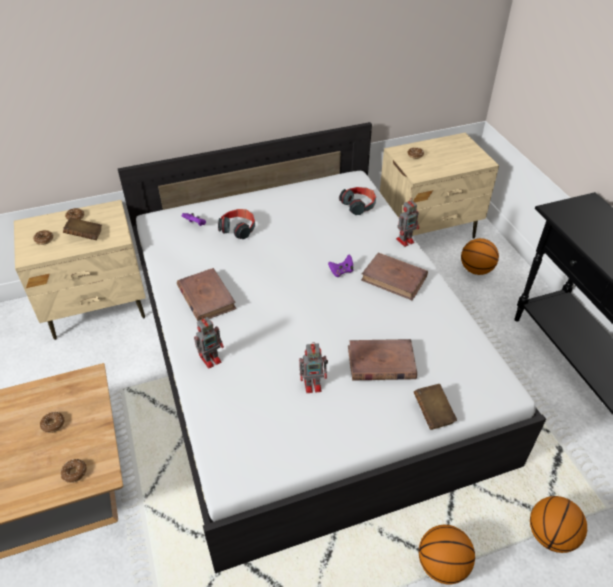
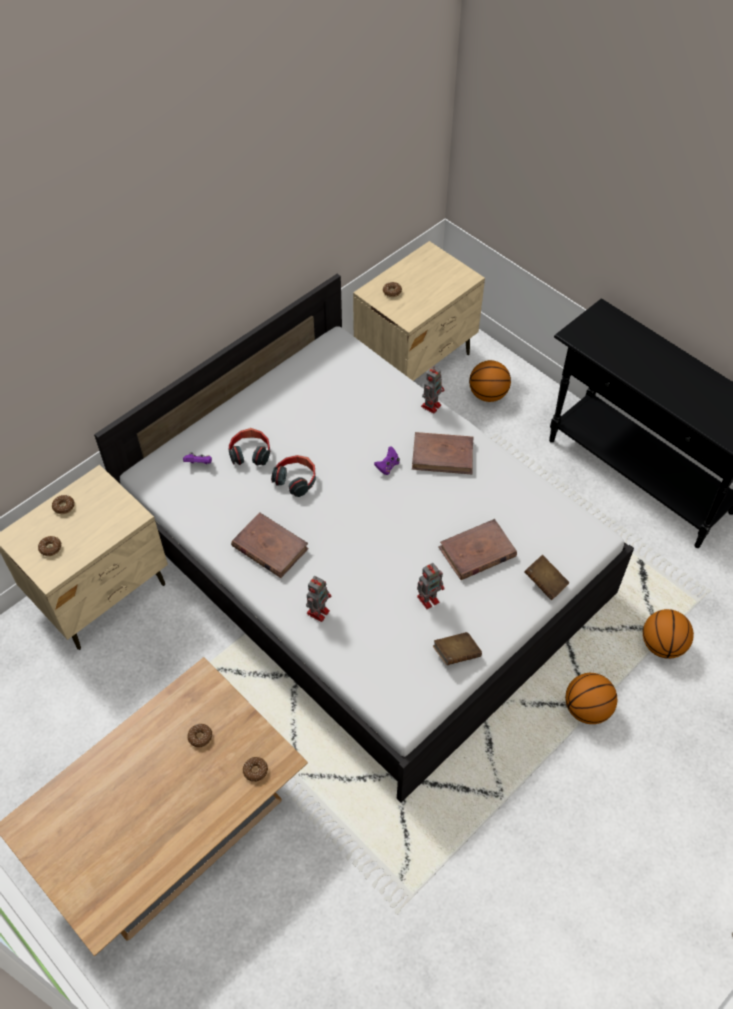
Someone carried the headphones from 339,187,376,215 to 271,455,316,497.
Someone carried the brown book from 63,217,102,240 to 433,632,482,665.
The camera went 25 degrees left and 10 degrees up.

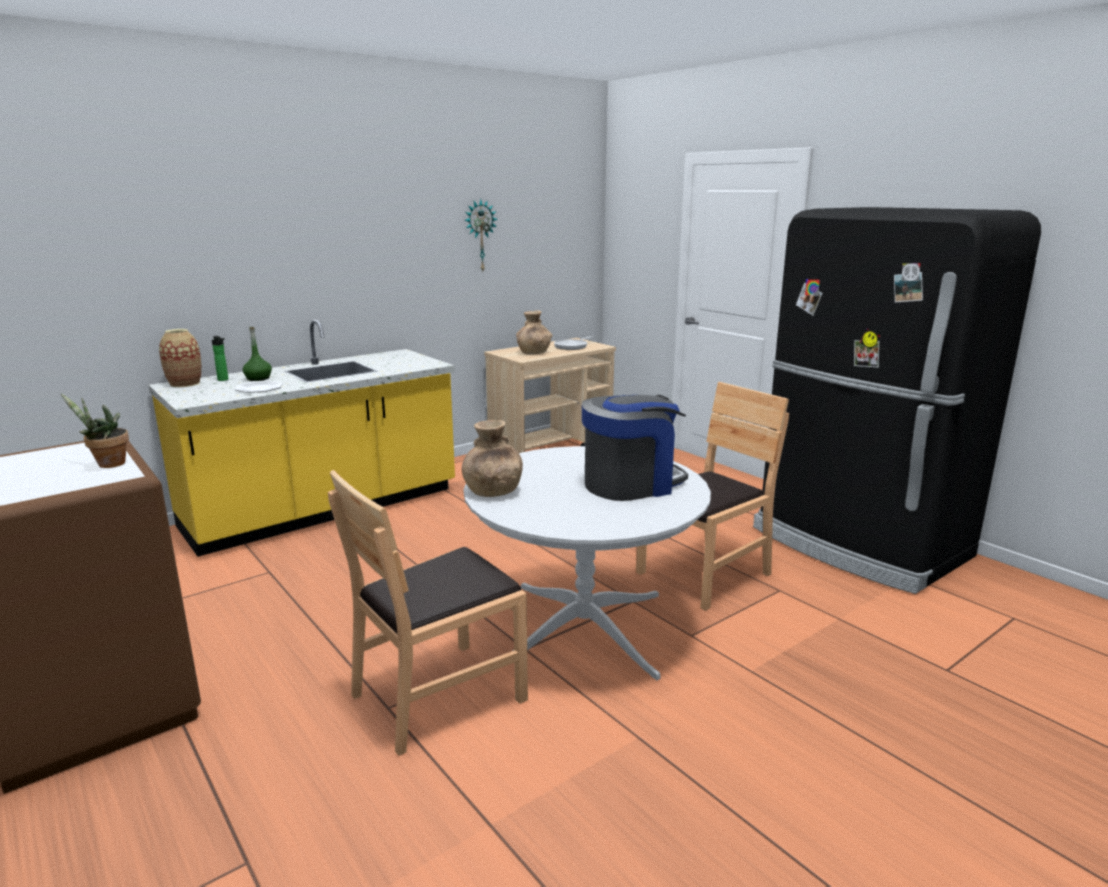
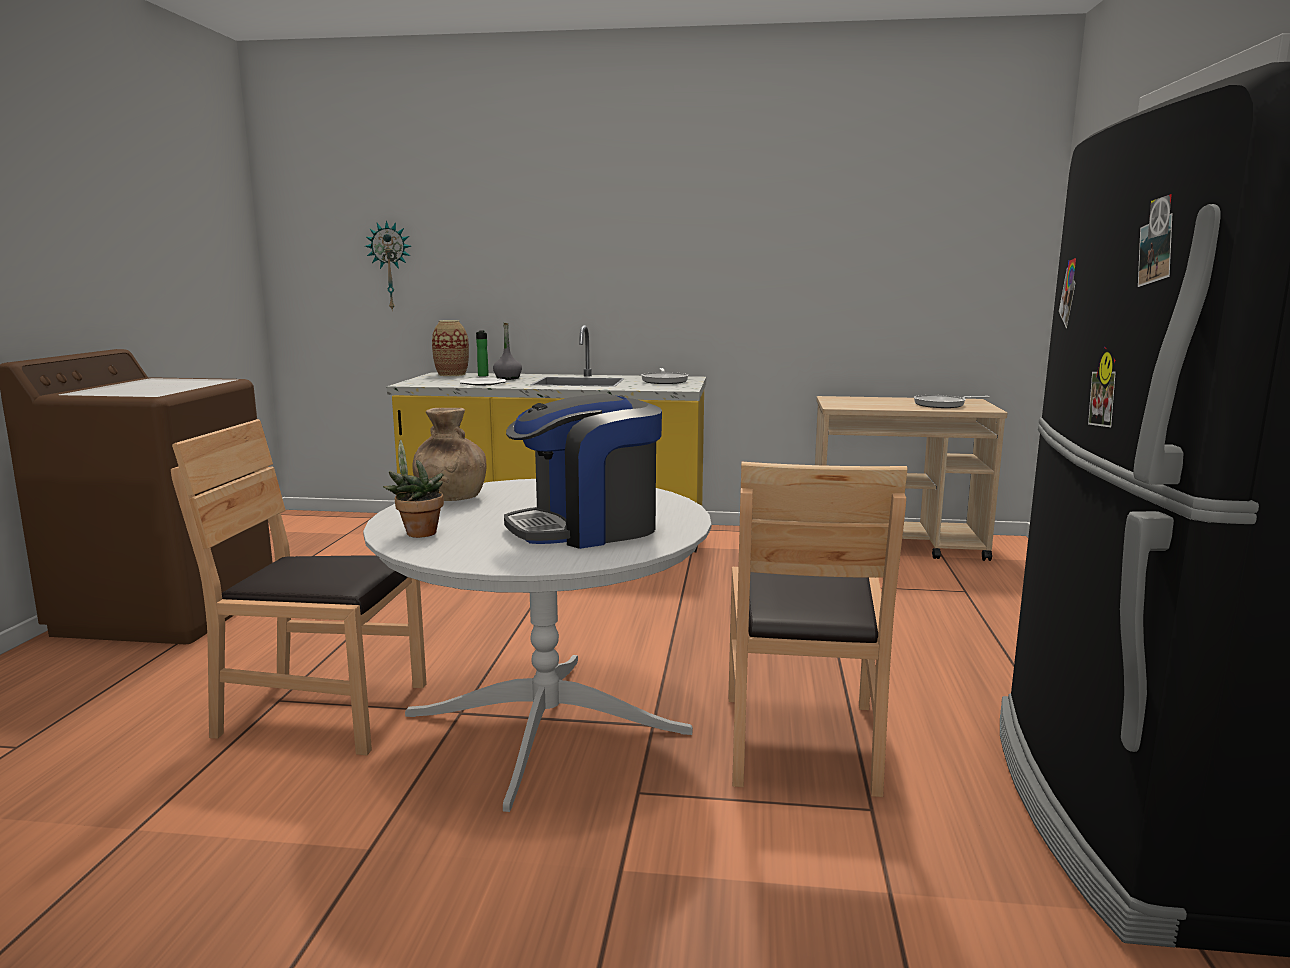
Someone carried the wall clock from 464,199,498,271 to 365,220,411,312.
Someone carried the potted plant from 61,394,129,468 to 383,440,444,538.
Someone repainted the green bottle at 242,327,272,381, which became the grey bottle at 493,323,522,380.
Someone rotated the coffee machine at 582,395,688,501 by 135 degrees clockwise.
Someone put down the frying pan at 641,368,688,384.
Someone rotated the brown chair at 636,382,789,611 by 90 degrees clockwise.
Someone took away the brown vase at 516,311,552,355.
The camera went 45 degrees right and 5 degrees down.

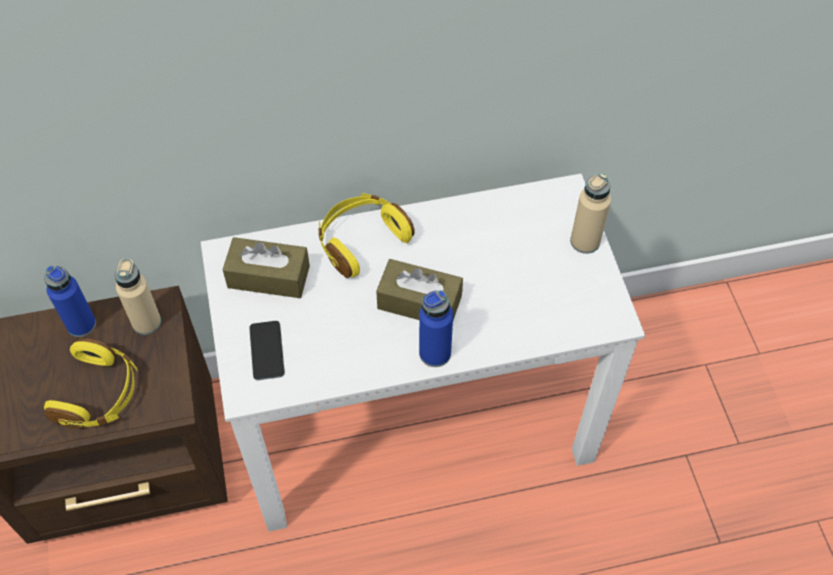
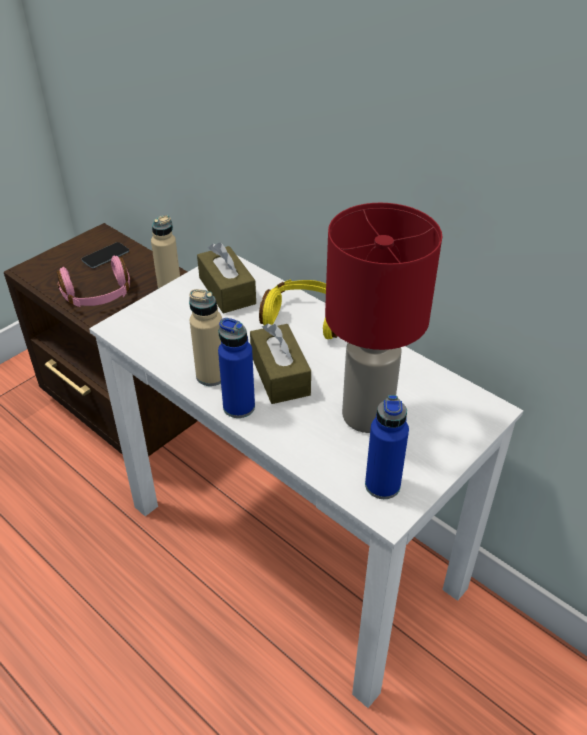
Someone repainted the yellow headphones at 44,338,138,429, which became the pink headphones at 57,256,130,307.
Someone carried the phone from 249,321,285,380 to 82,242,129,268.
Someone carried the beige bottle from 570,173,611,254 to 189,289,222,386.
Someone put down the red table lamp at 325,203,442,433.
Someone carried the blue bottle from 44,265,96,337 to 365,395,409,499.
The camera went 55 degrees right and 15 degrees down.

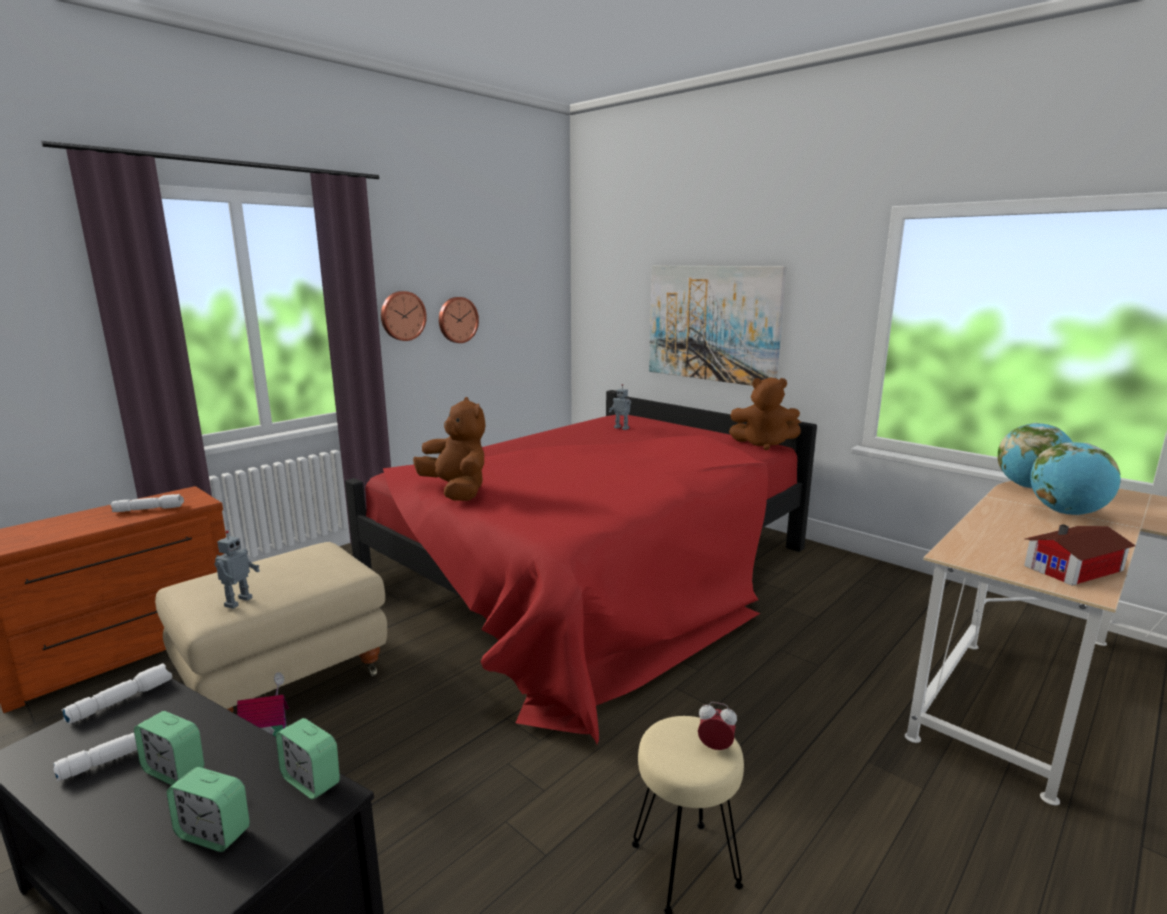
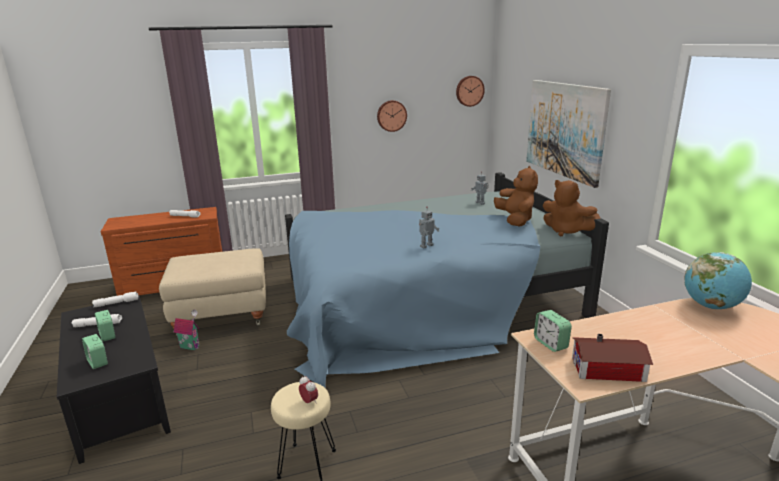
Someone repainted the red bed at 345,390,817,744, which became the blue bed at 285,172,609,388.
Someone carried the toy robot from 214,530,260,609 to 419,207,440,248.
Someone carried the wall clock from 381,291,427,341 to 456,76,485,107.
Someone carried the brown plush toy from 413,397,486,501 to 494,166,538,226.
Someone carried the alarm clock from 276,718,340,800 to 534,310,572,352.
Someone took away the globe at 1030,442,1120,515.
The camera went 30 degrees right and 5 degrees up.

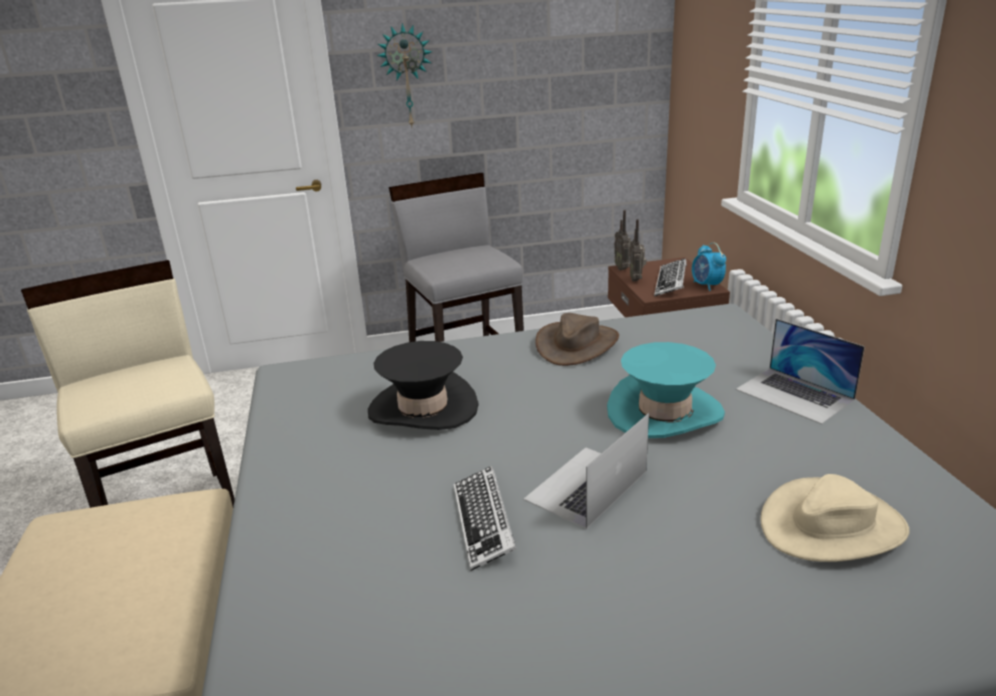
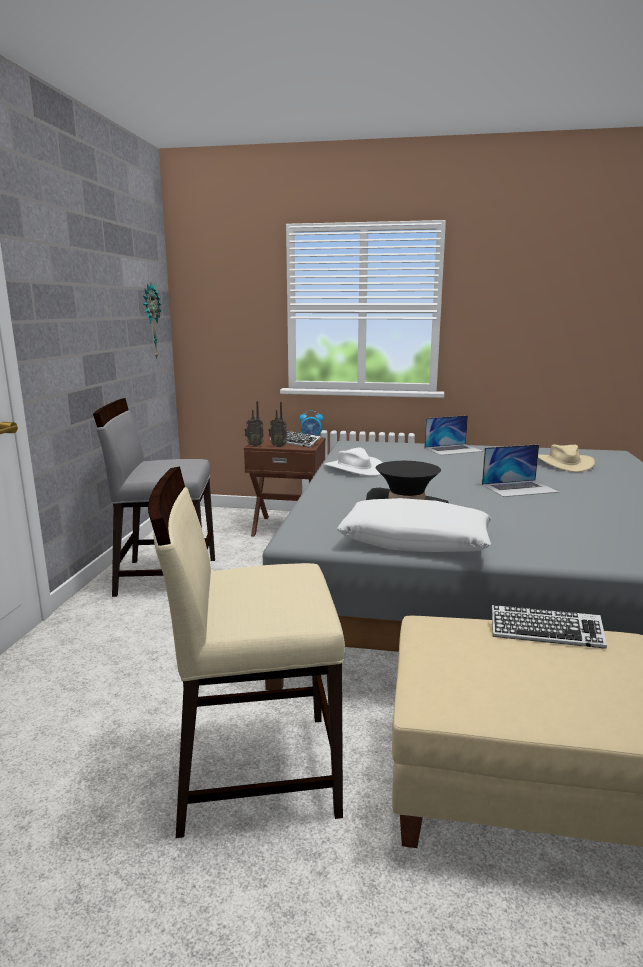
Someone carried the wall clock from 377,23,432,127 to 143,283,161,358.
Someone repainted the brown hat at 535,313,619,366, which became the white hat at 324,448,383,476.
Someone put down the white pillow at 337,498,491,552.
Someone rotated the laptop at 523,413,649,529 by 75 degrees counterclockwise.
Someone carried the keyboard from 454,466,516,571 to 492,605,607,649.
Someone took away the turquoise hat at 607,342,725,438.
The camera went 70 degrees left and 10 degrees down.

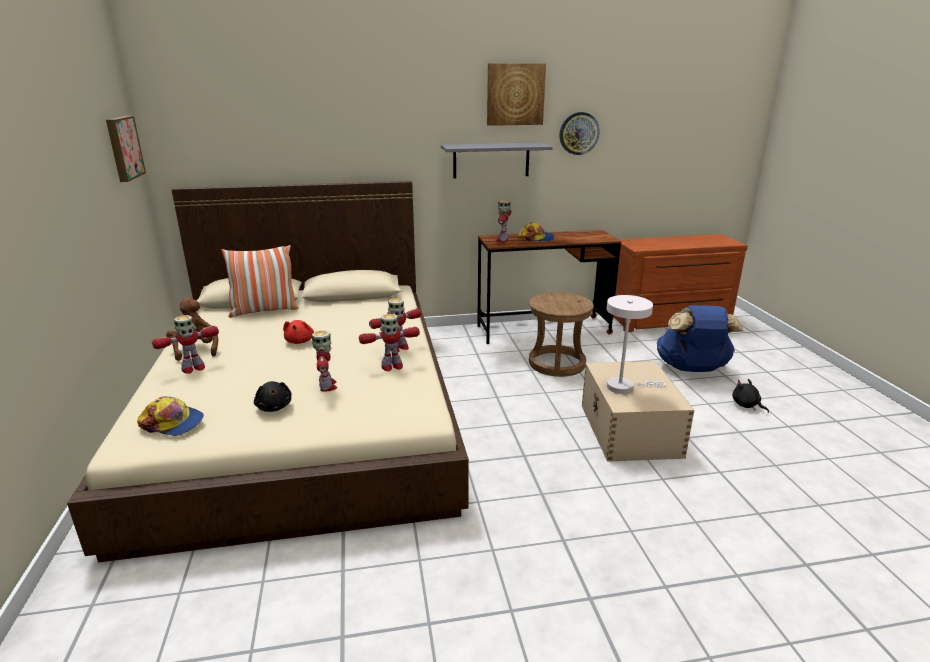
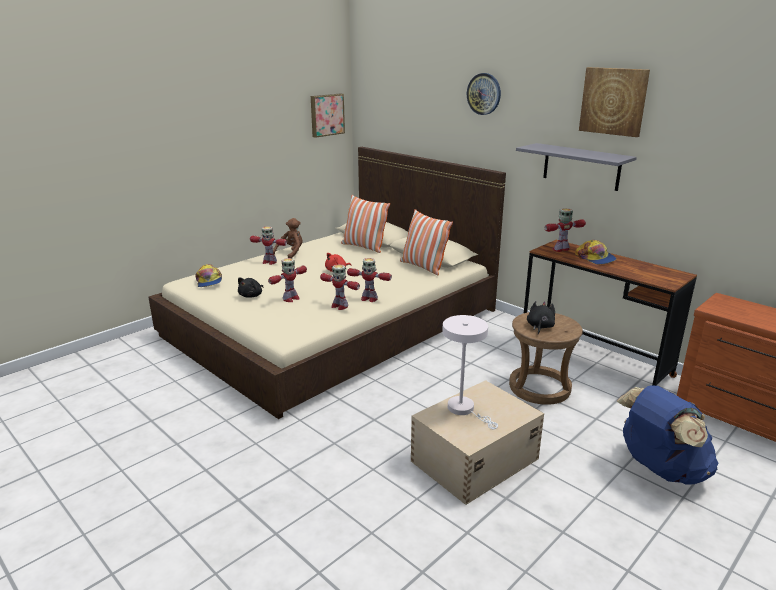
Someone put down the pillow at 400,209,453,275.
Someone carried the wall clock from 559,112,599,155 to 467,73,501,115.
Someone carried the black plush toy from 732,379,769,413 to 527,301,555,334.
The camera went 55 degrees right and 0 degrees up.

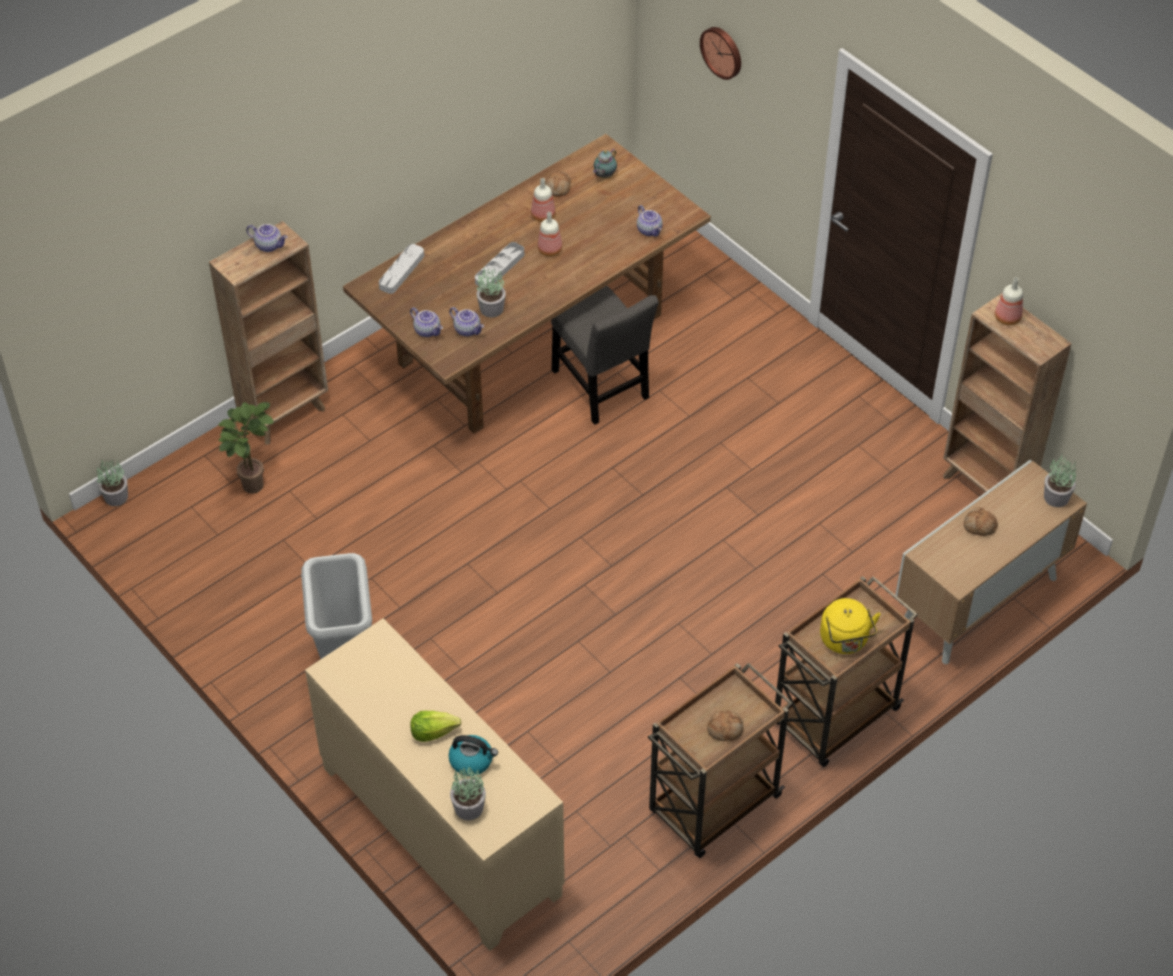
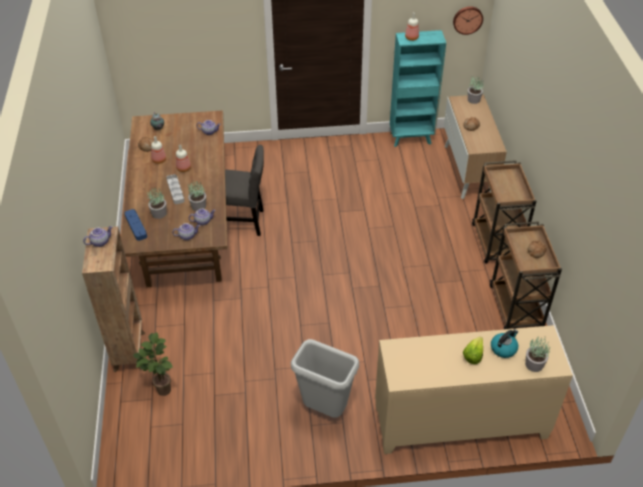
Someone repainted the grey tray at 379,244,424,294, which became the blue tray at 125,209,147,241.
Someone carried the potted plant from 97,460,128,506 to 147,187,167,219.
Someone repainted the brown bookcase at 943,293,1072,492, which became the turquoise bookcase at 390,30,446,147.
Someone carried the wall clock from 700,27,741,80 to 453,6,483,35.
Someone took away the yellow kettle at 820,598,881,654.
The camera went 55 degrees left and 5 degrees down.

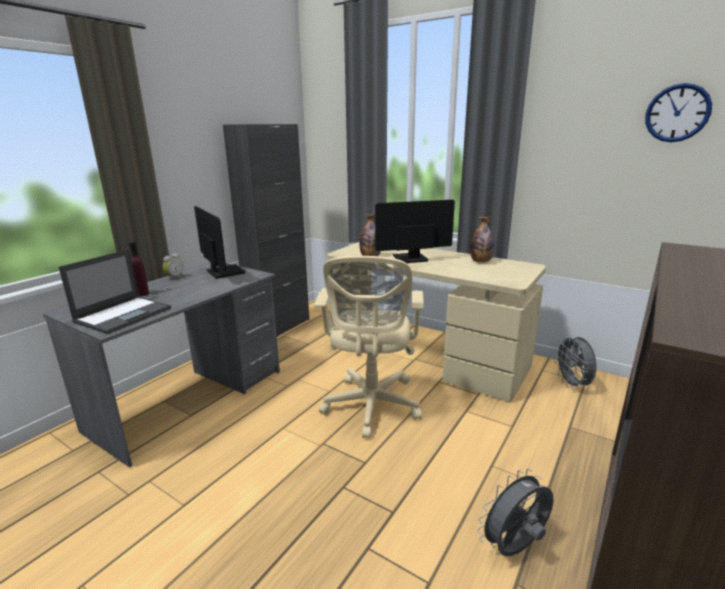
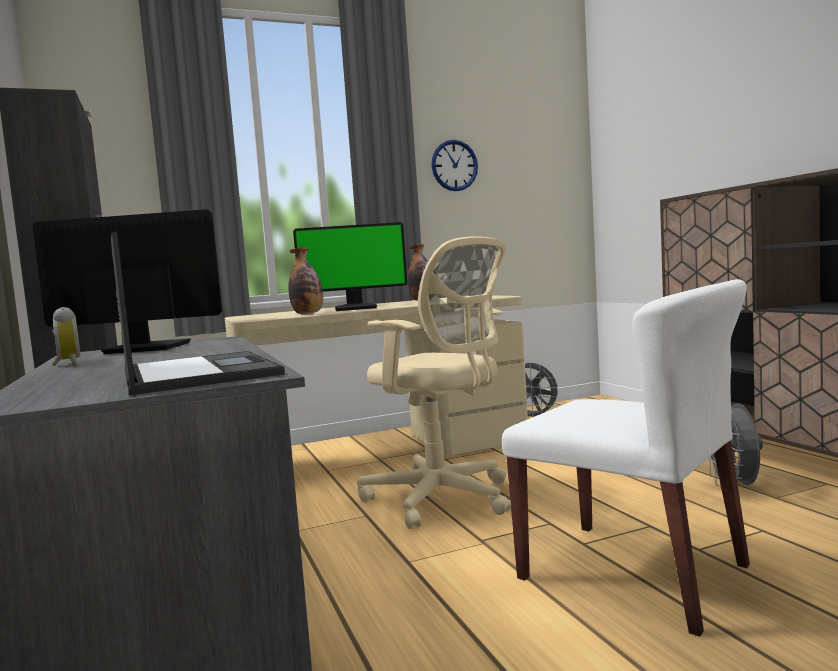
Someone rotated the monitor at 375,200,455,263 by 120 degrees counterclockwise.
Someone carried the wall clock from 645,83,712,142 to 431,140,478,191.
Someone put down the white chair at 502,279,750,637.
Someone took away the purple bottle at 129,242,149,296.
The camera went 55 degrees left and 15 degrees down.

